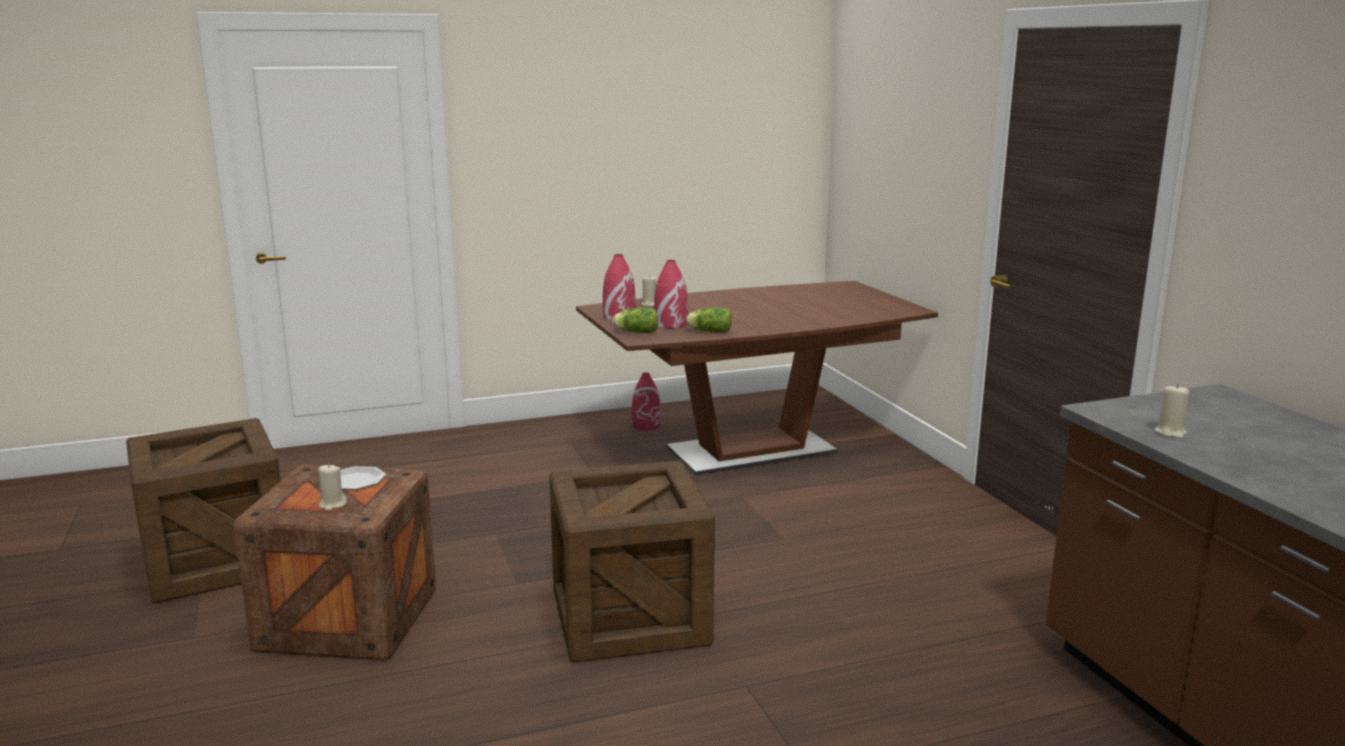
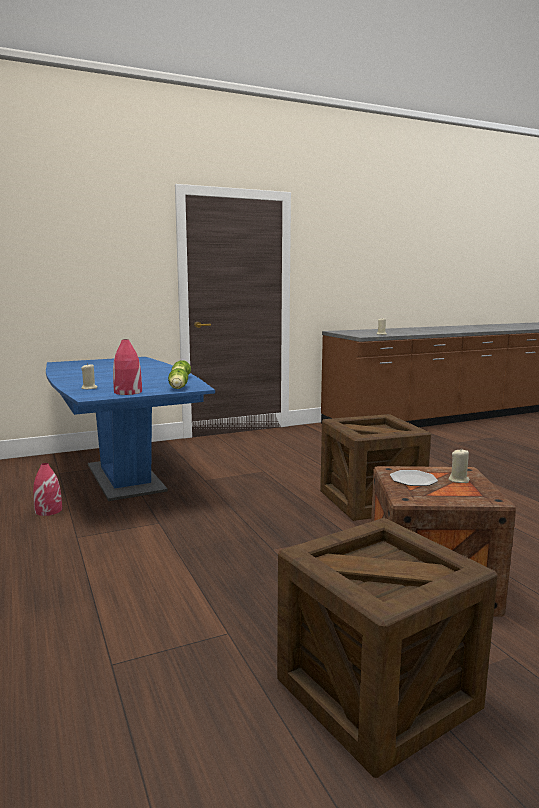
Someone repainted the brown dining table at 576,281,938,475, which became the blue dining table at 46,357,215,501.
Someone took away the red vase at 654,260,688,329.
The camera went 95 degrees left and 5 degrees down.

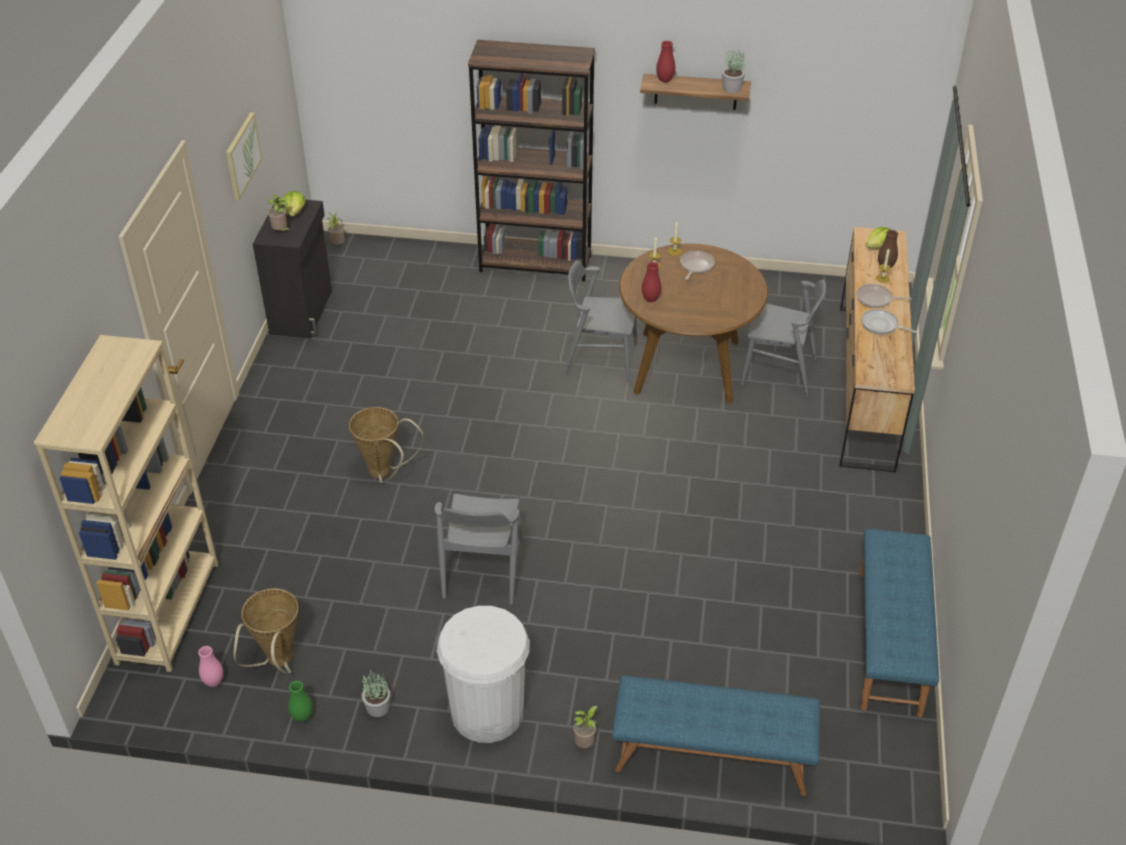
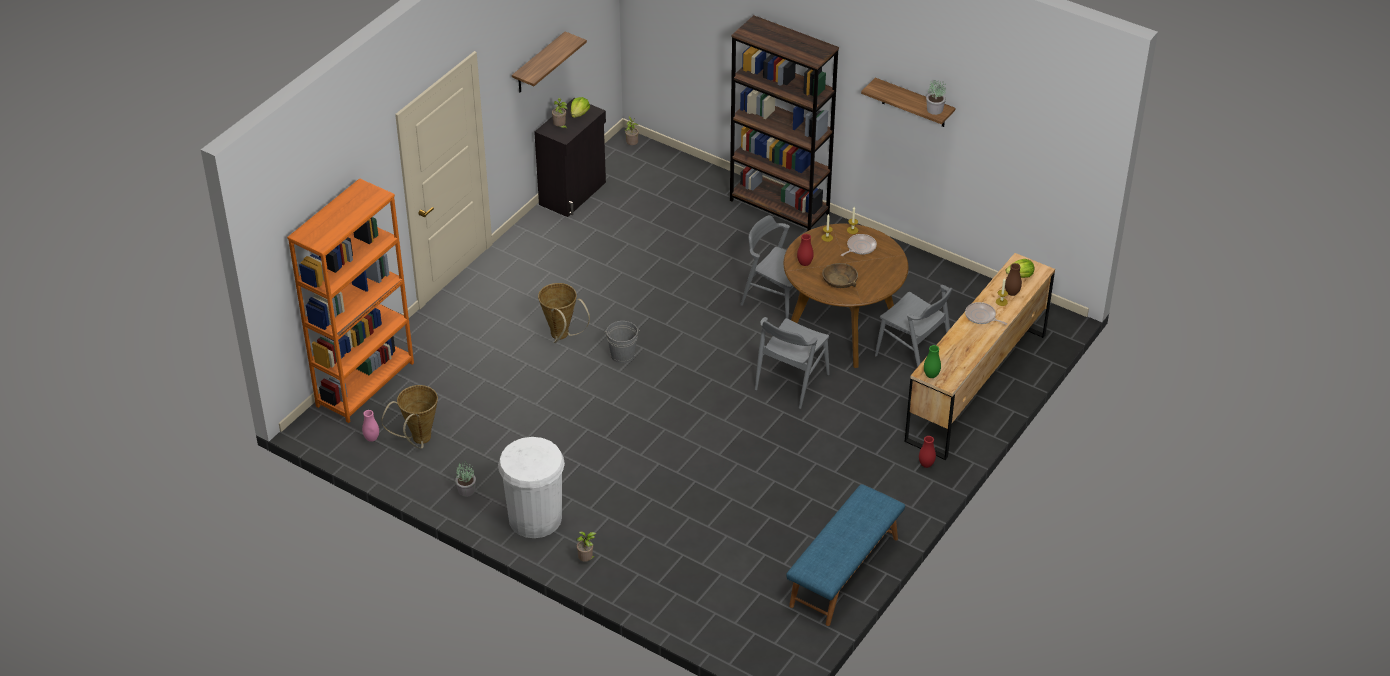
Someone repainted the beige bookcase at 34,335,218,672, which became the orange bookcase at 287,178,414,423.
Someone swapped the picture at 226,112,262,200 for the shelf at 512,32,587,92.
Someone put down the grey bucket at 604,321,640,363.
Someone carried the grey chair from 435,494,524,605 to 755,317,830,409.
Someone put down the brown bowl at 822,263,858,288.
Someone carried the red vase from 656,41,675,83 to 919,436,936,468.
Someone carried the green vase from 288,681,313,722 to 924,345,941,378.
Someone took away the blue bench at 612,675,820,796.
Someone took away the frying pan at 861,309,917,335.
The camera went 25 degrees right and 0 degrees up.

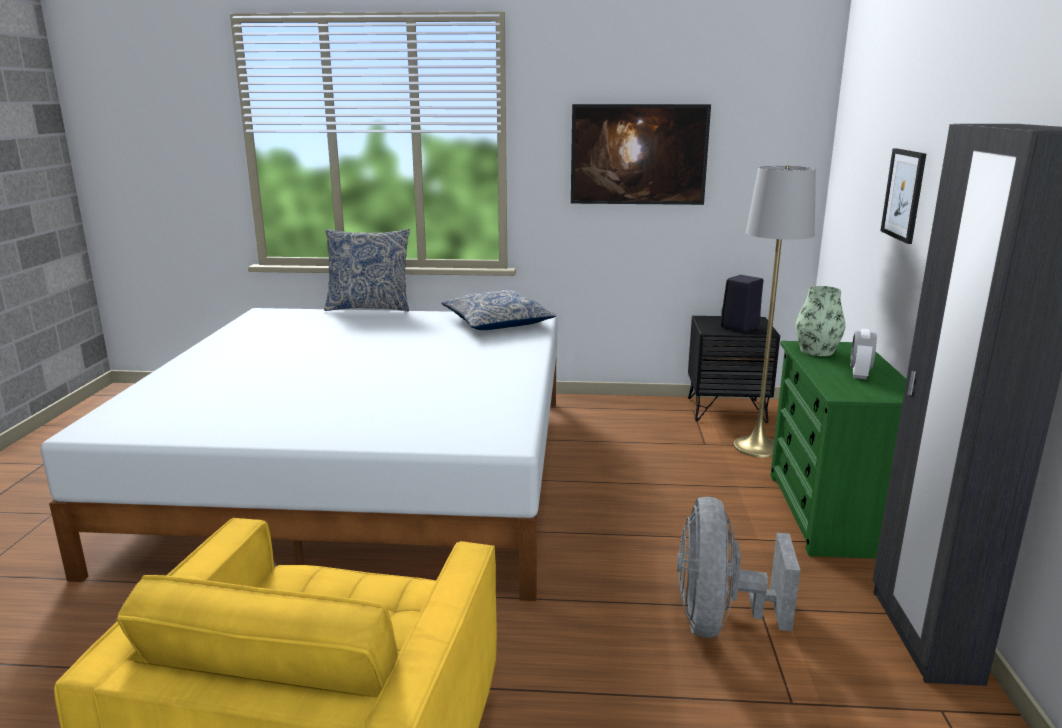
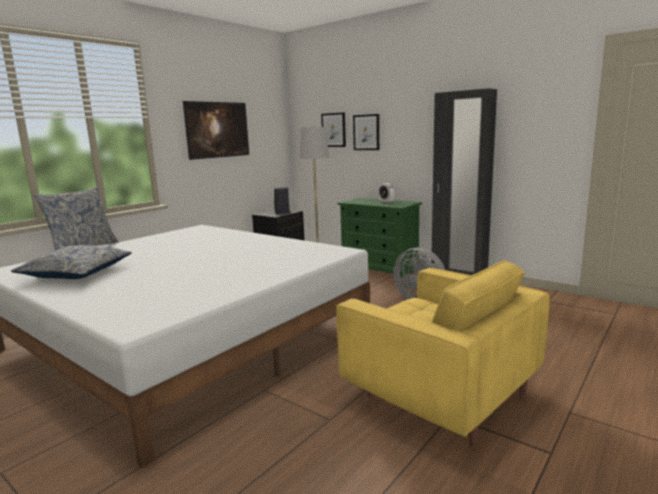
Someone carried the pillow from 441,290,556,330 to 11,245,132,279.
Someone put up the picture at 321,112,346,147.
Someone took away the vase at 796,286,845,356.
The camera went 55 degrees left and 5 degrees down.

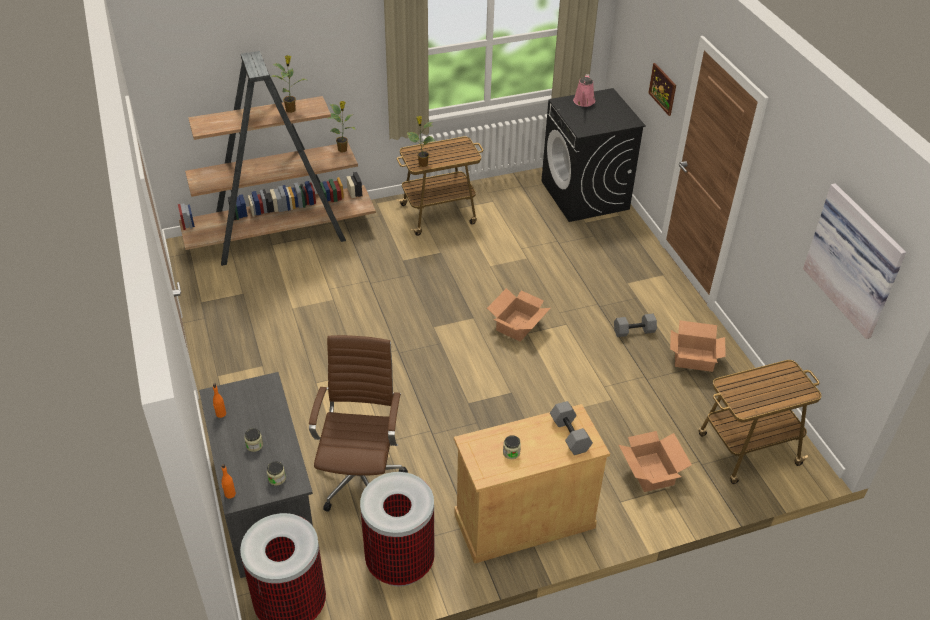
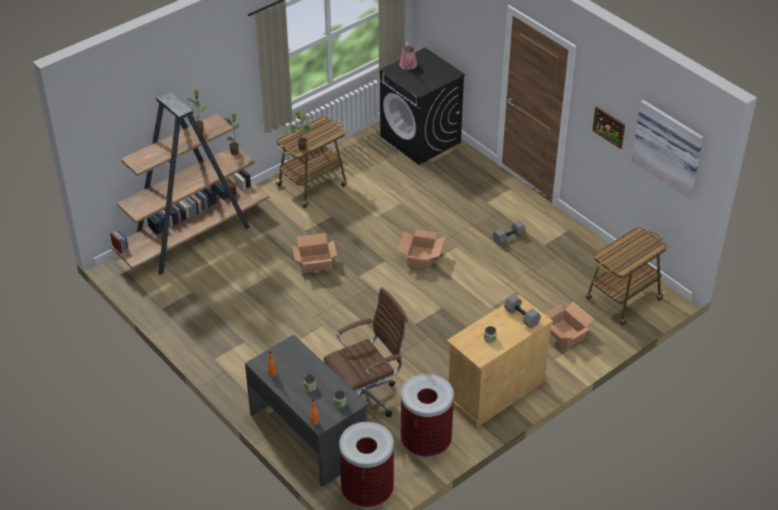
Someone carried the cardboard box from 670,320,726,372 to 292,233,337,273.
Someone rotated the brown office chair at 309,335,408,512 by 75 degrees clockwise.
Someone carried the picture from 648,63,676,116 to 592,106,625,149.
The camera went 20 degrees left and 0 degrees up.

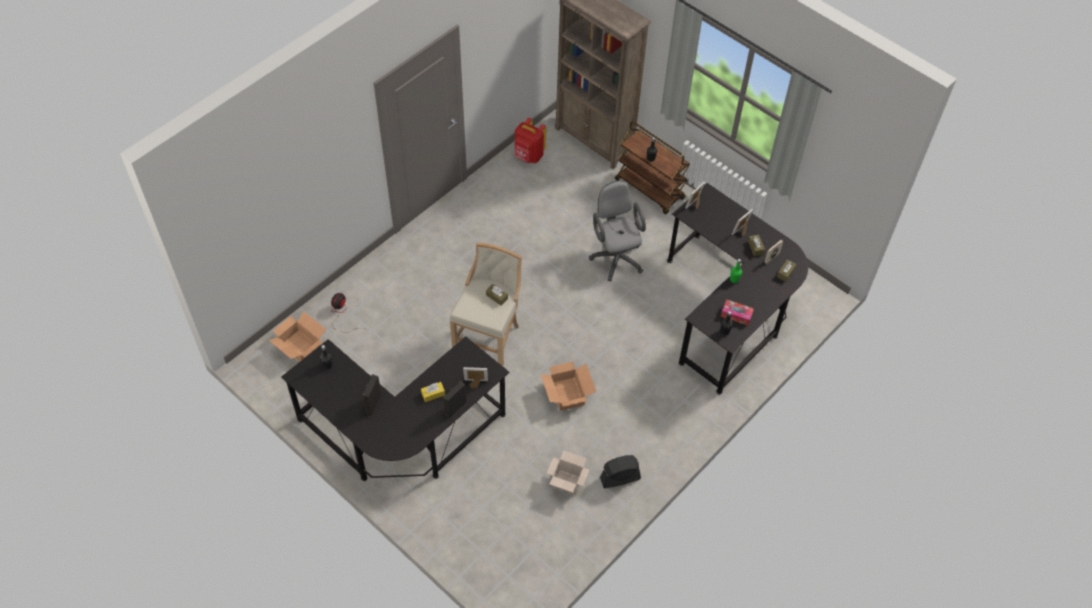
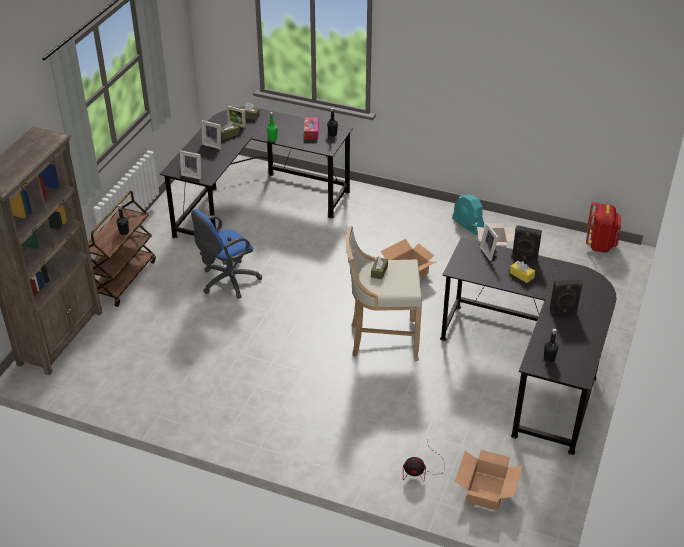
Someone repainted the grey office chair at 589,181,646,281, which became the blue office chair at 191,209,262,299.
Someone repainted the black fan at 600,455,641,488, which became the turquoise fan at 452,195,484,235.
Someone carried the red backpack from 515,118,546,163 to 586,201,621,252.
The camera went 110 degrees left and 15 degrees down.

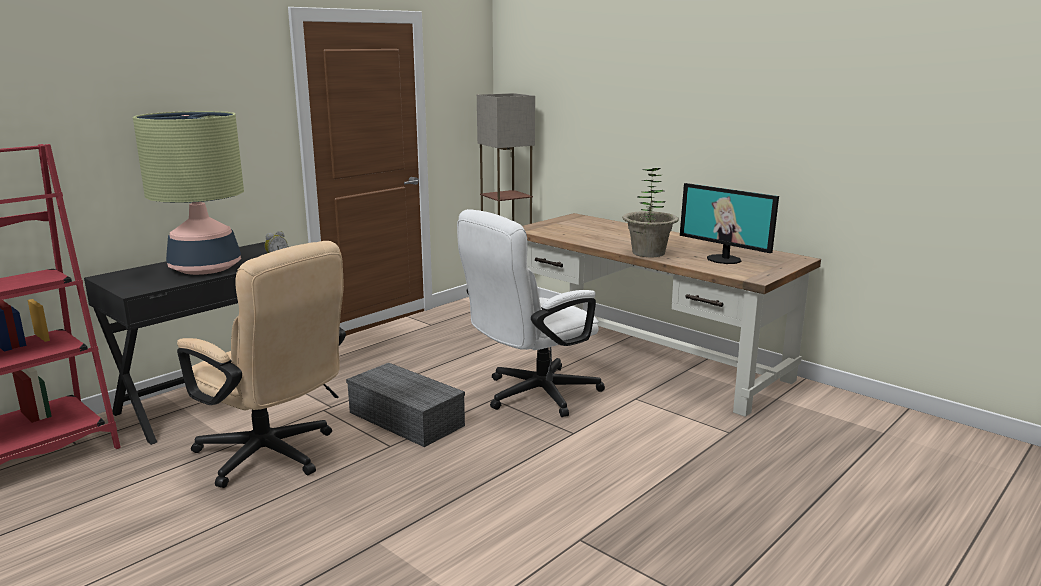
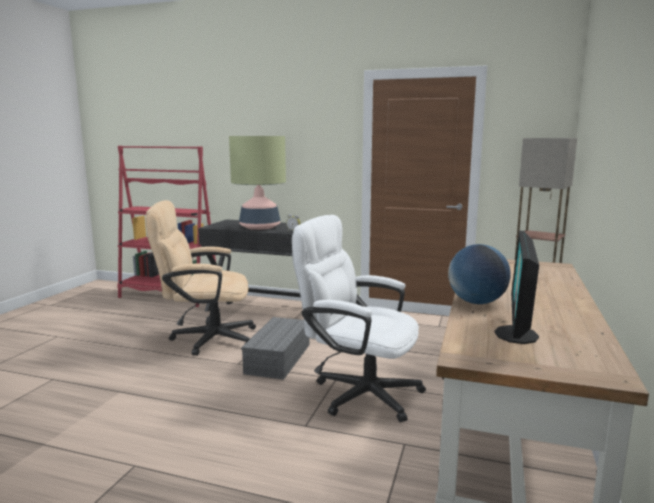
Someone rotated the beige office chair at 177,241,346,488 by 75 degrees clockwise.
Someone swapped the potted plant at 622,168,679,257 for the globe at 448,244,511,304.
The camera went 65 degrees right and 5 degrees down.

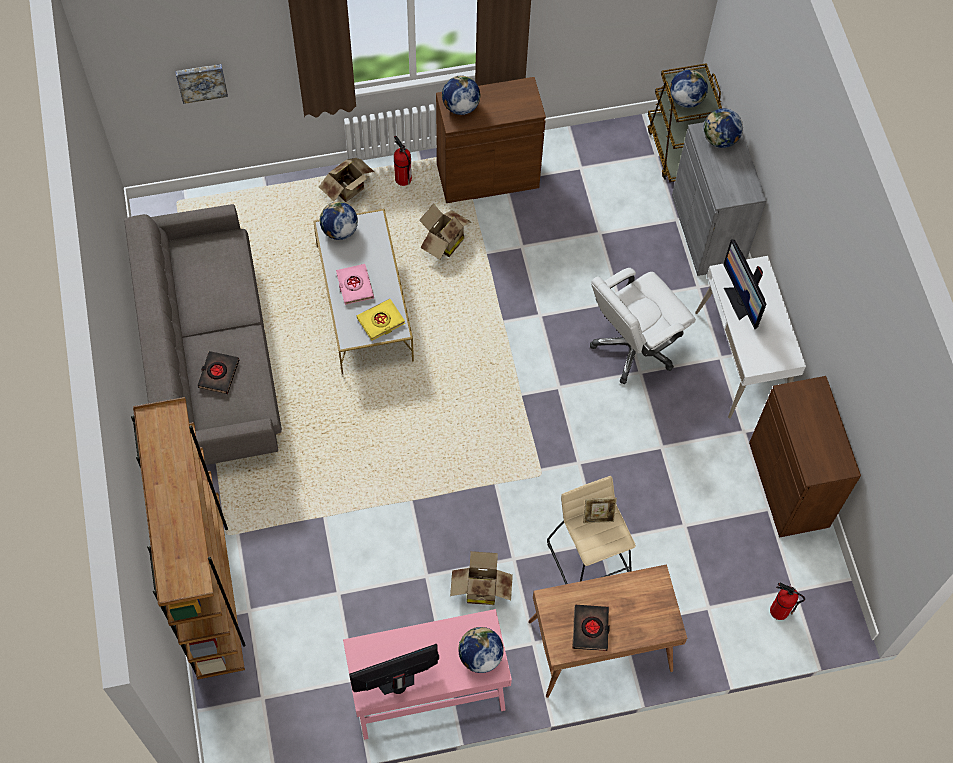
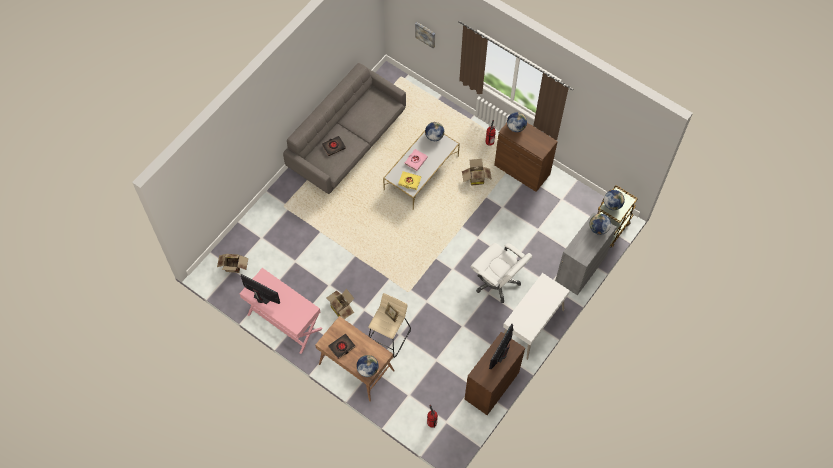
Someone carried the cardboard box from 319,158,374,202 to 217,254,248,273.
Someone carried the globe from 458,627,504,673 to 357,355,379,377.
Someone rotated the white office chair at 590,268,696,384 by 150 degrees counterclockwise.
Someone carried the monitor from 723,239,766,329 to 489,323,514,369.
Someone took away the brown bookcase at 131,397,246,679.
The camera went 50 degrees right and 0 degrees up.

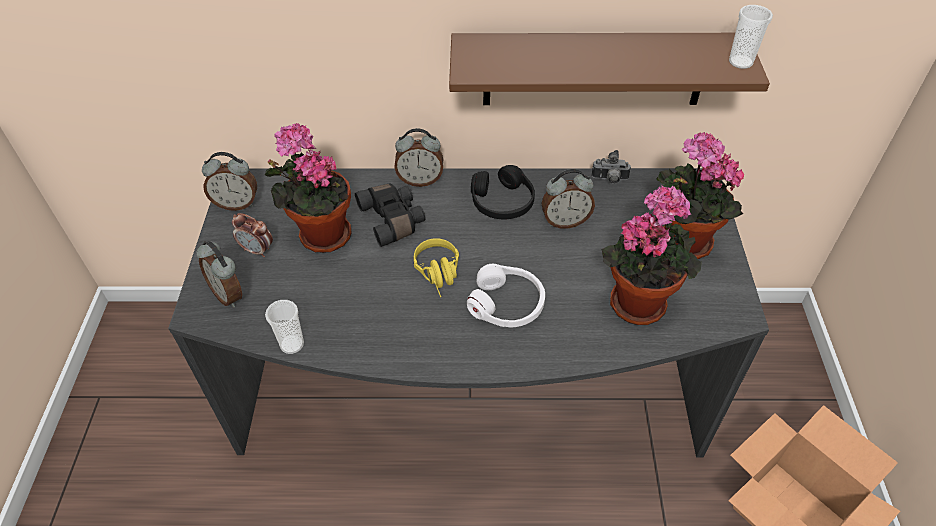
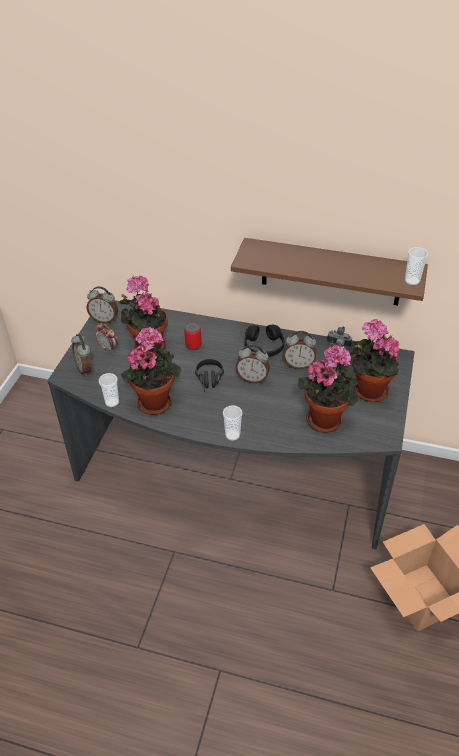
Someone put down the potted plant at 121,327,181,415.
Someone swapped the black binoculars at 355,184,425,247 for the can at 184,322,202,350.
Someone repainted the yellow headphones at 414,238,459,297, which became the black headphones at 195,359,224,393.
Someone put down the cup at 223,405,242,441.
Someone carried the alarm clock from 394,128,443,187 to 235,344,270,384.
Someone took away the white headphones at 467,264,545,327.
The camera went 15 degrees right and 5 degrees down.

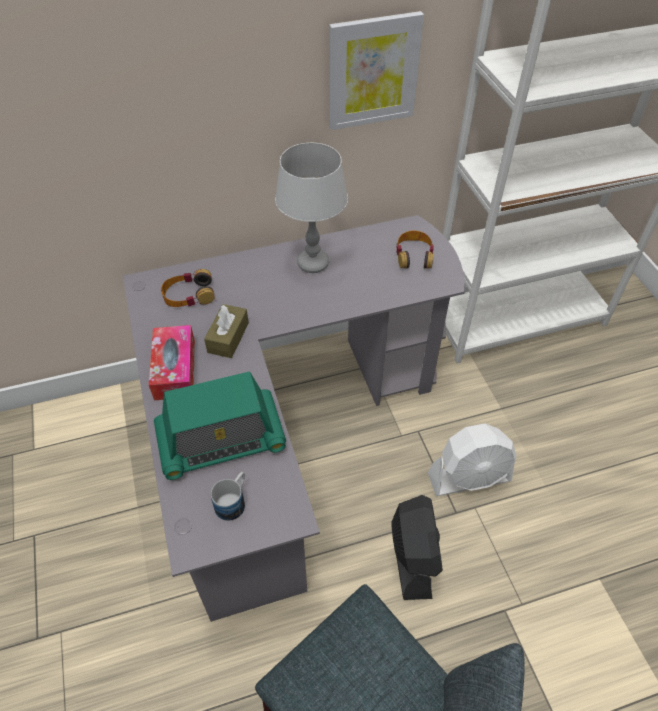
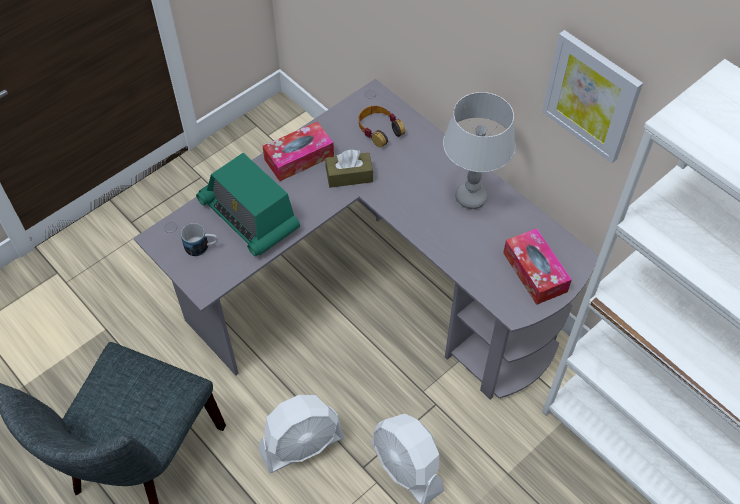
Someone repainted the black fan at 392,495,443,600, which became the white fan at 259,395,344,473.
Someone swapped the headphones at 396,231,434,269 for the tissue box at 503,228,572,305.
The camera went 65 degrees right and 5 degrees up.

